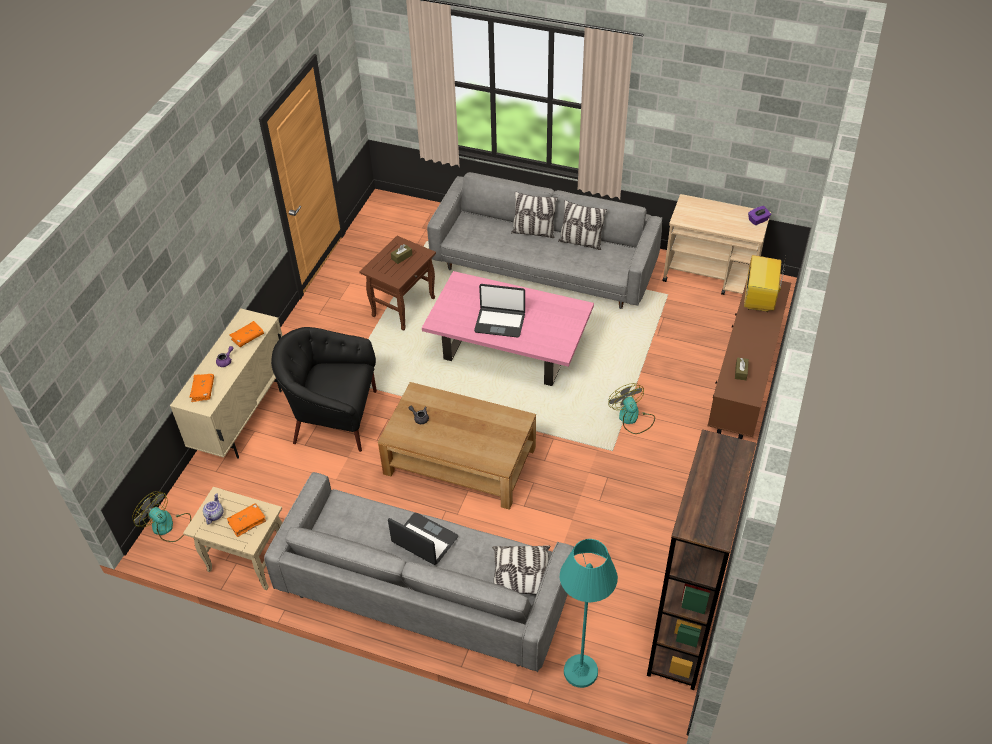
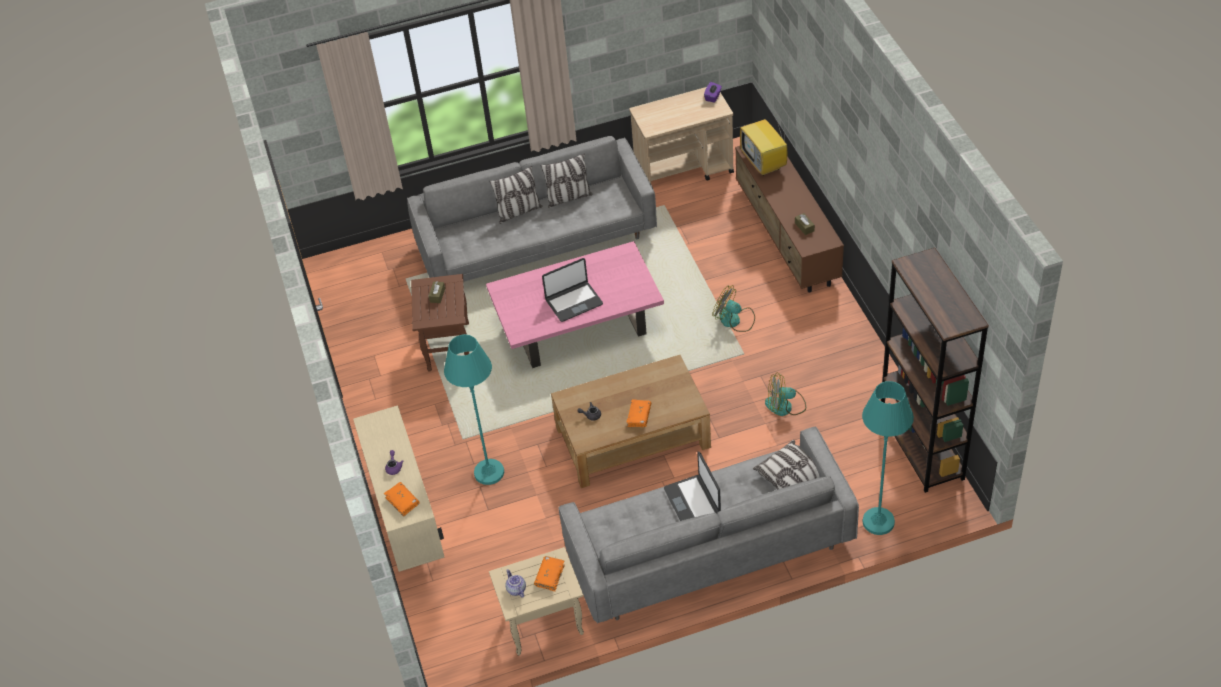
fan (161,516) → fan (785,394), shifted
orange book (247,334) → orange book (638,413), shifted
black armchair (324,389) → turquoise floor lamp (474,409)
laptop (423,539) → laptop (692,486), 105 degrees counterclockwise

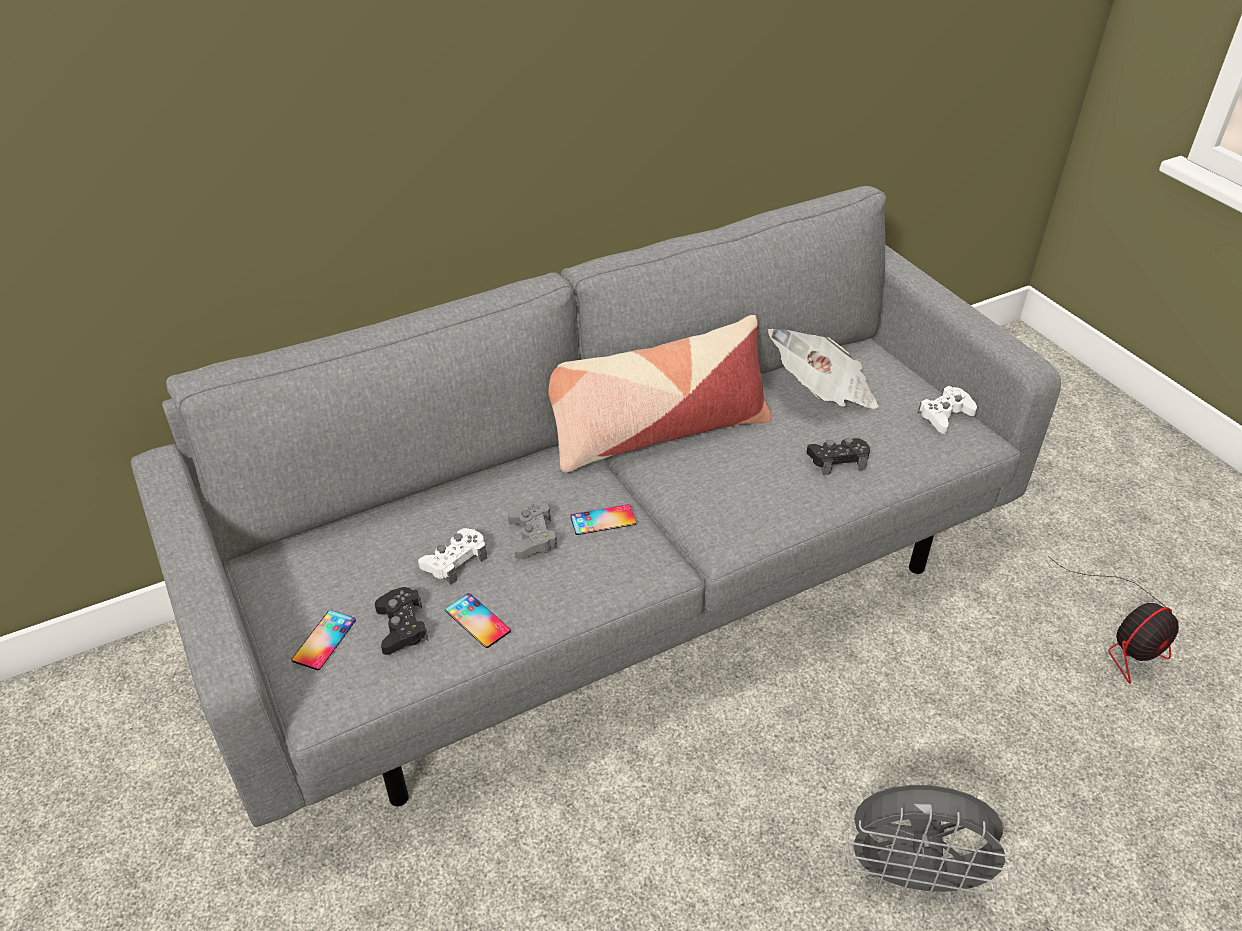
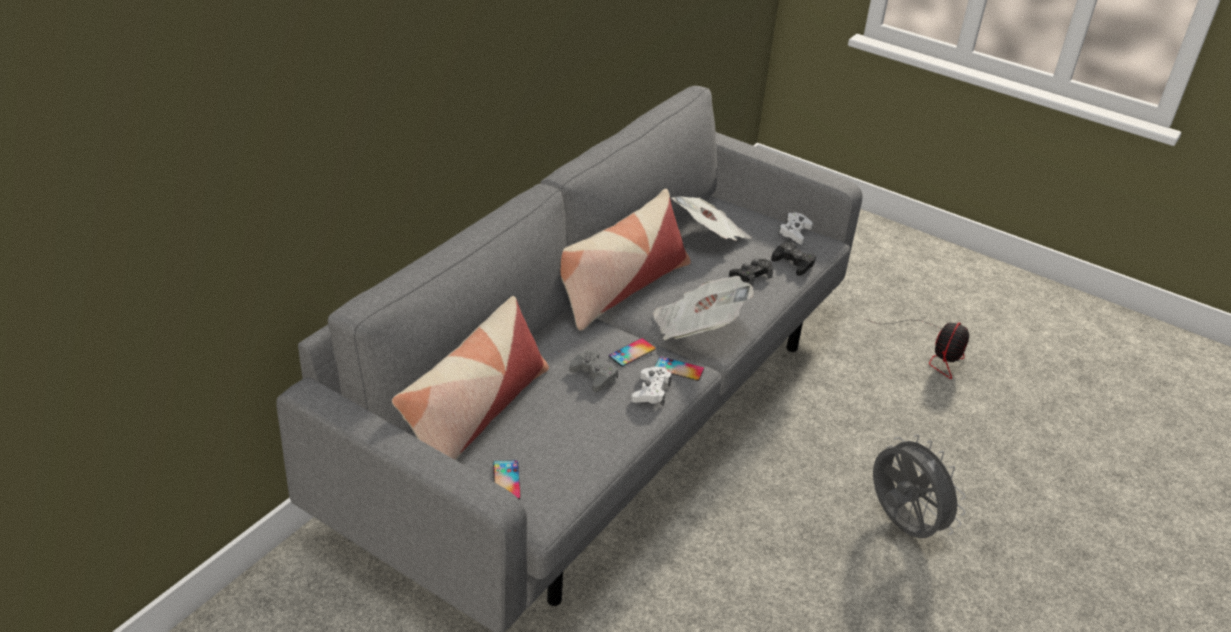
- → pillow (470,378)
- → newspaper (703,308)
black game controller (402,621) → black game controller (793,259), shifted
white game controller (452,556) → white game controller (651,386), shifted
phone (478,620) → phone (679,368), shifted
grey fan (930,844) → grey fan (919,486), 105 degrees counterclockwise

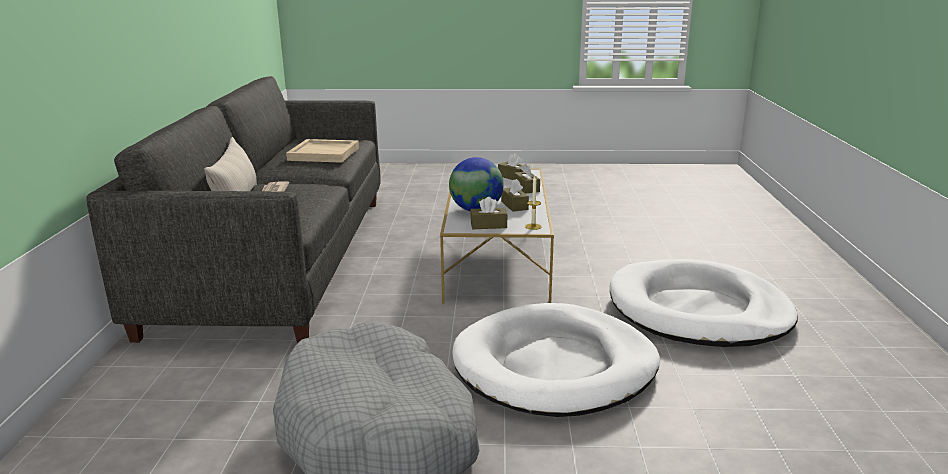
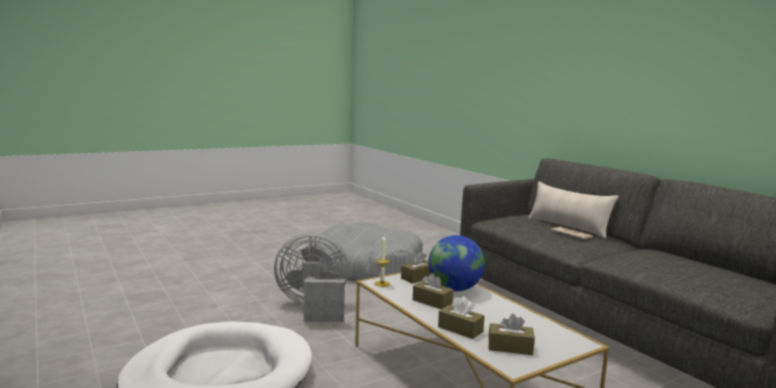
beige tray (322,151) → -
white dog bed (556,360) → grey fan (311,277)

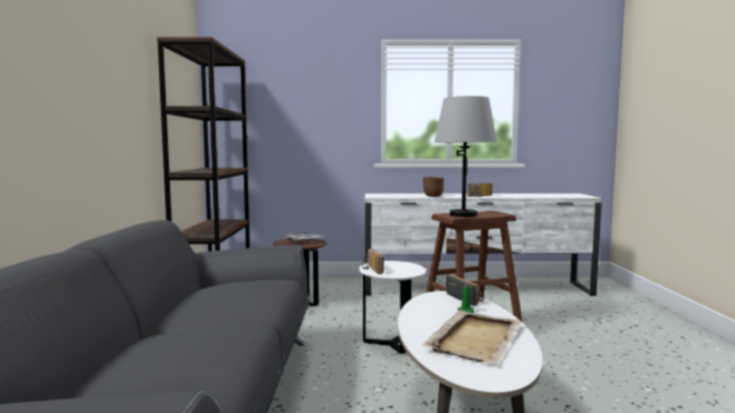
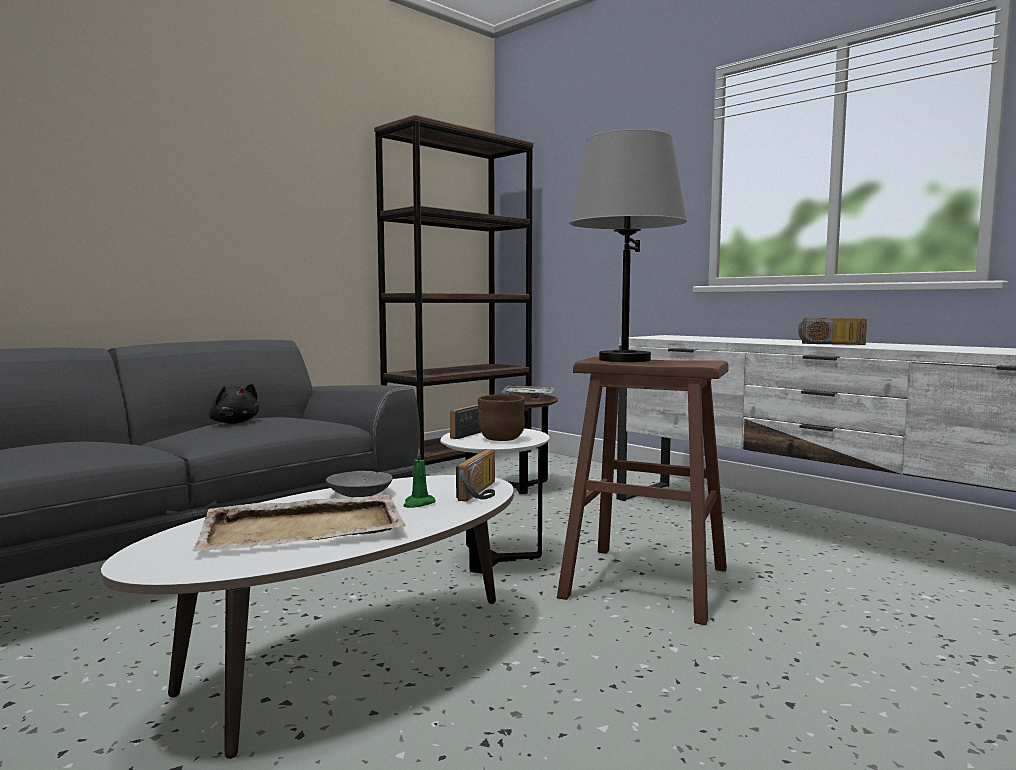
- → black plush toy (234,404)
- → grey bowl (359,484)
brown bowl (433,187) → brown bowl (501,417), shifted

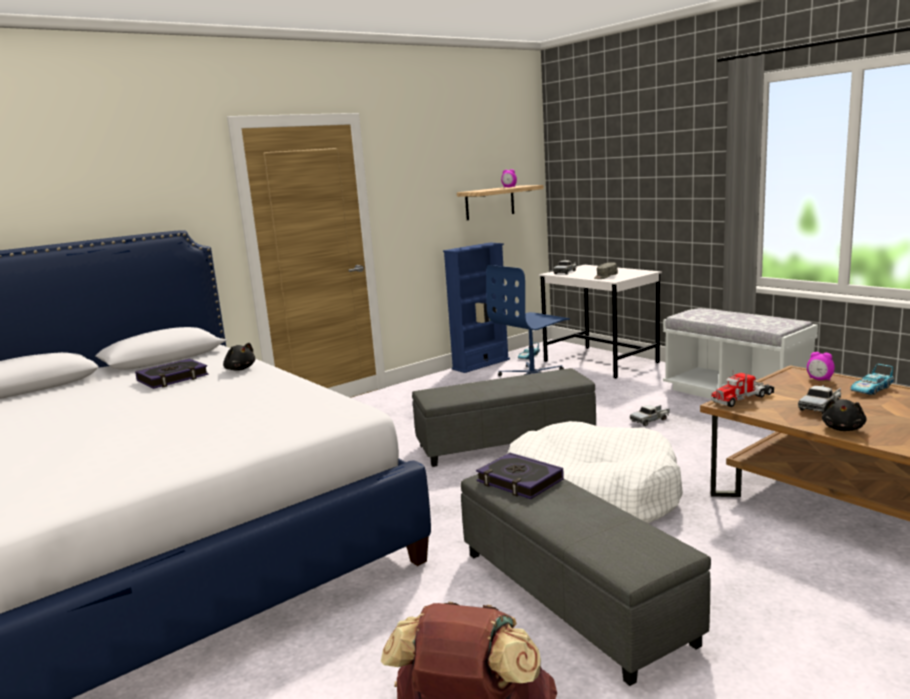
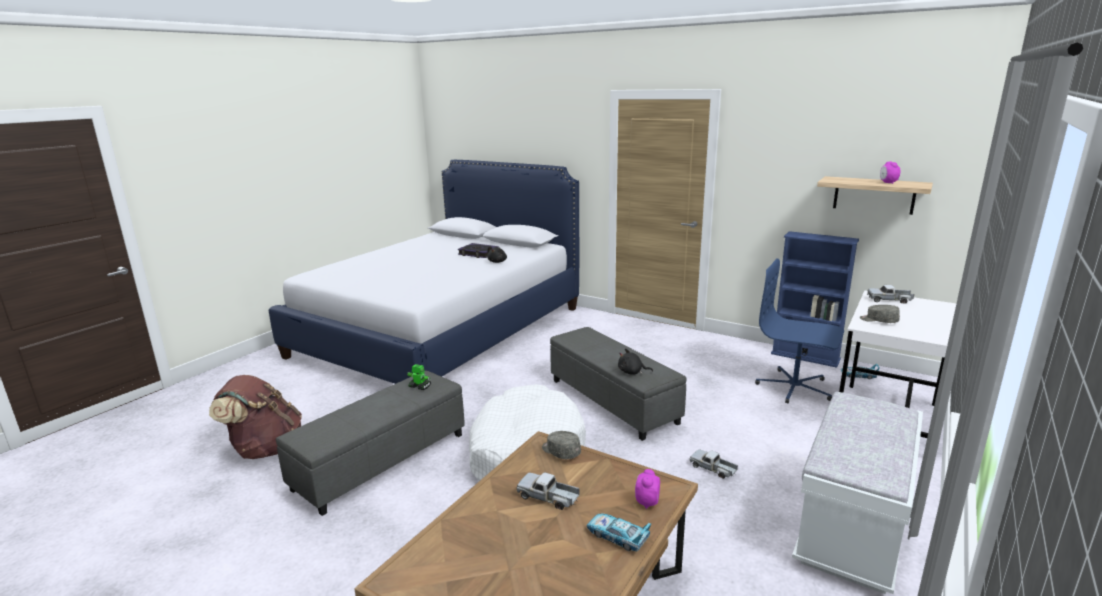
black plush toy (844,415) → black plush toy (635,361), shifted
book (520,476) → toy robot (419,377)
toy truck (742,388) → grey cap (561,445)

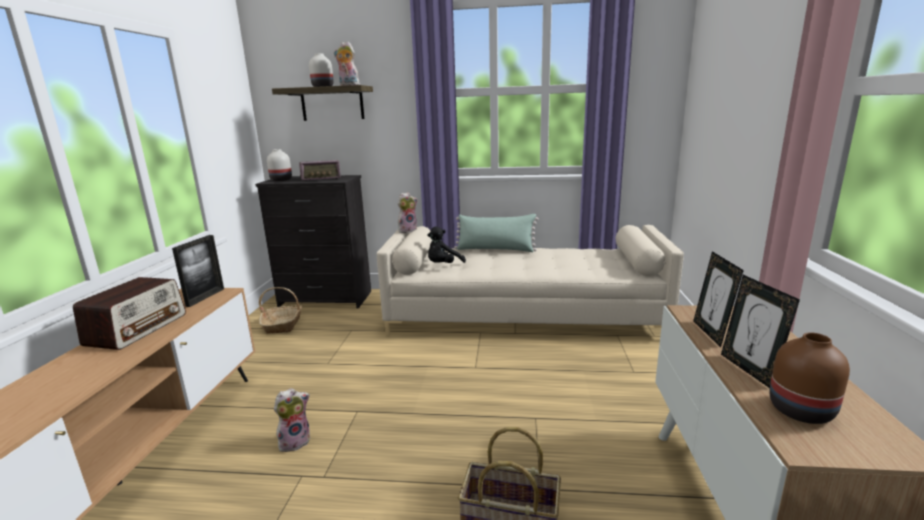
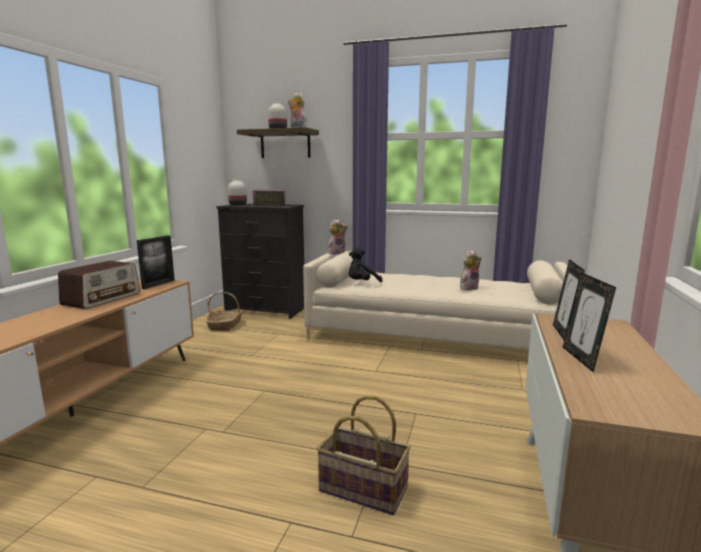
green pillow (496,233) → -
brown vase (809,378) → -
plush toy (292,420) → plush toy (470,270), shifted

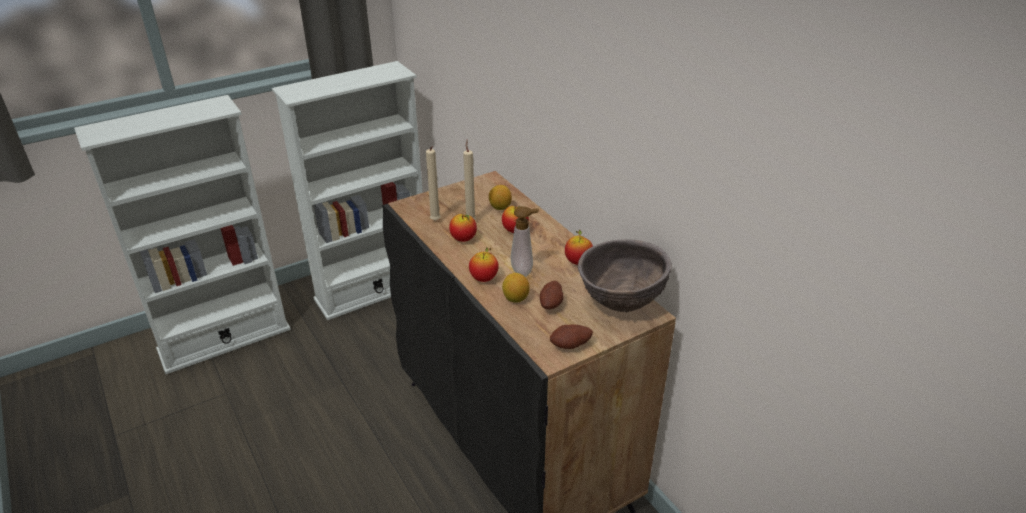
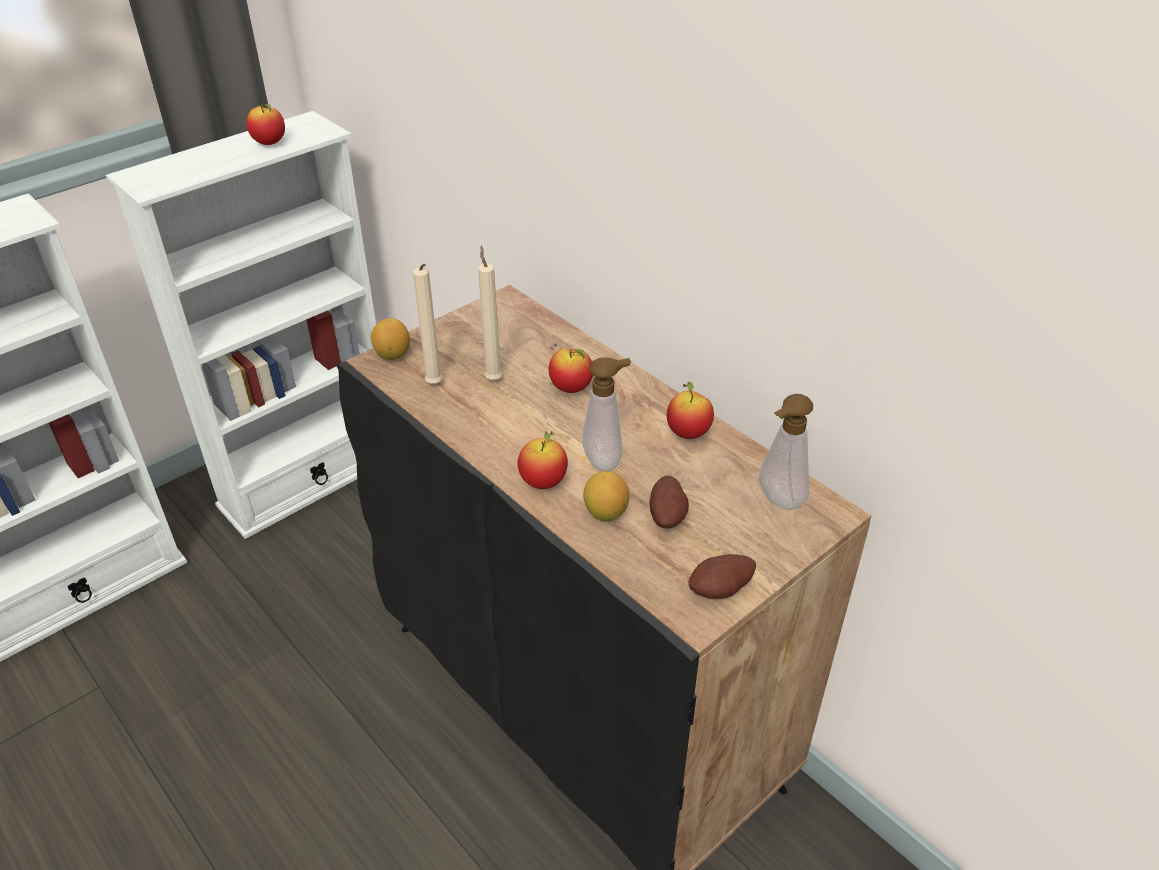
apple (463,228) → apple (265,124), shifted
lemon (500,197) → lemon (390,339), shifted
brown bowl (625,276) → soap dispenser (786,452)

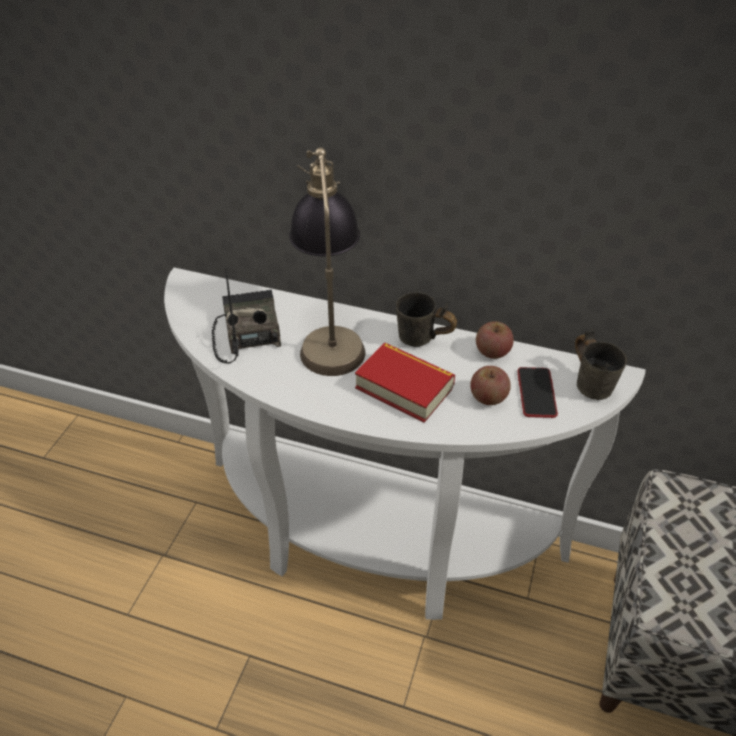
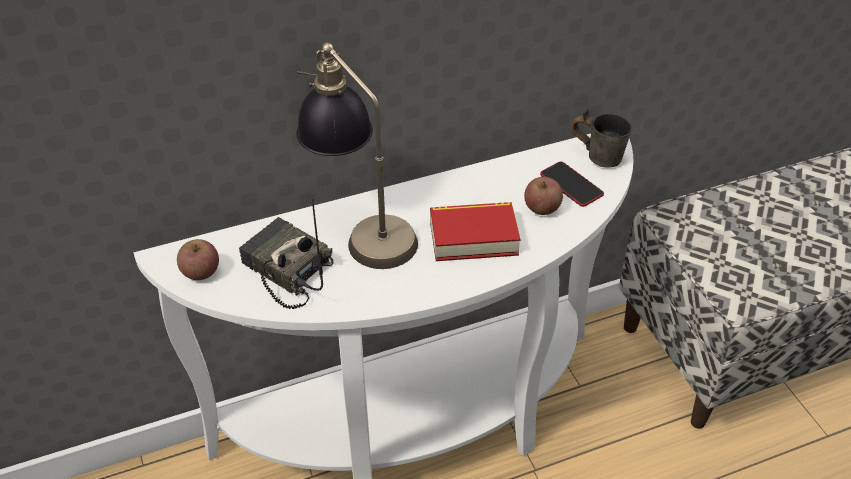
grey mug (426,319) → -
apple (495,340) → apple (198,259), shifted

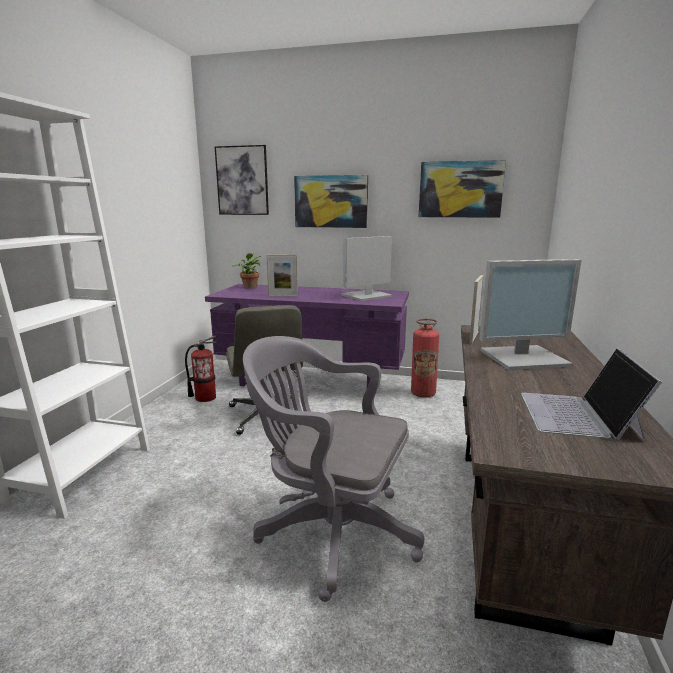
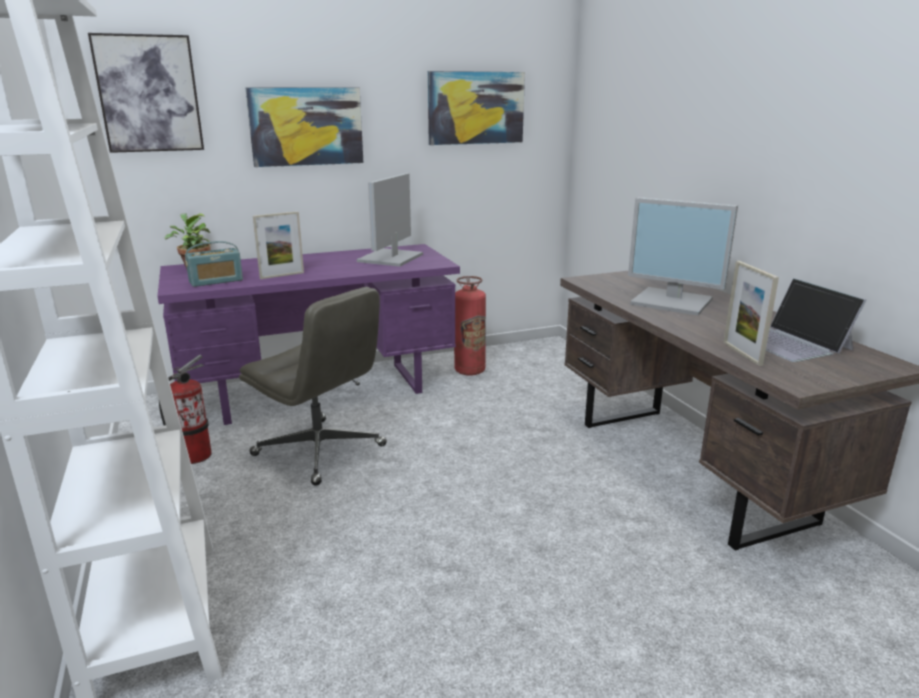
grey office chair (333,469) → -
- → radio (214,264)
picture frame (476,309) → picture frame (751,313), shifted
monitor (530,314) → monitor (683,256), 75 degrees clockwise

